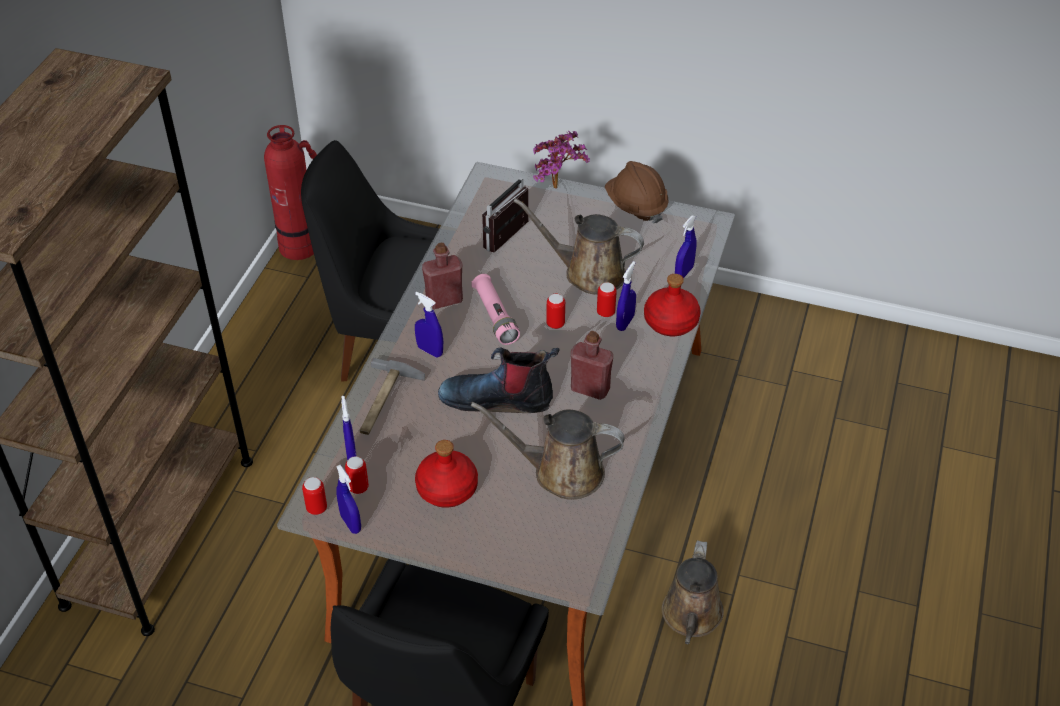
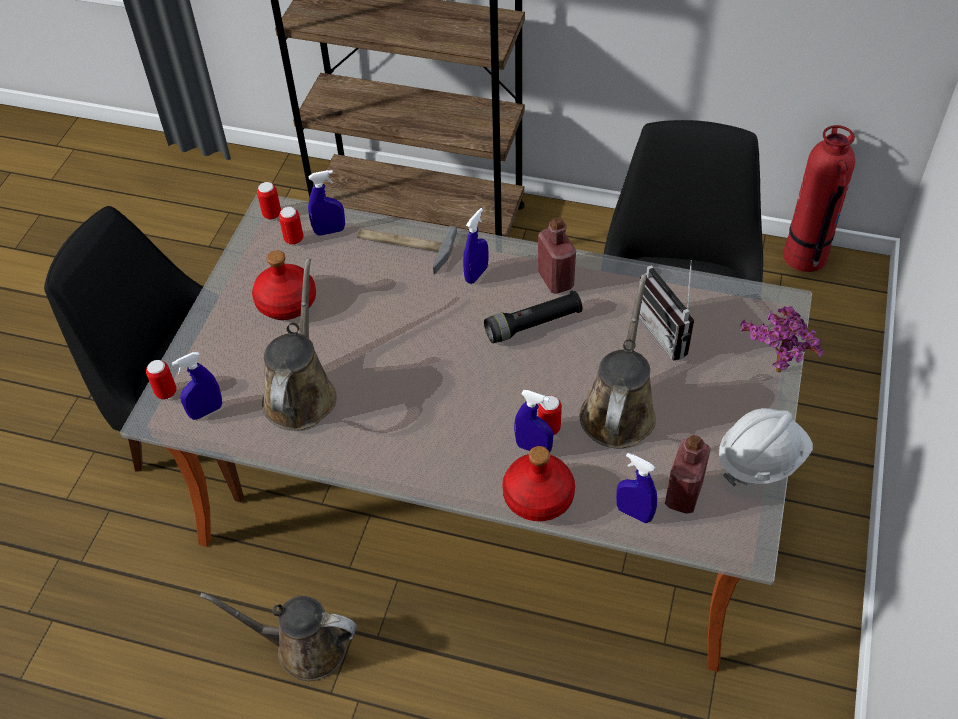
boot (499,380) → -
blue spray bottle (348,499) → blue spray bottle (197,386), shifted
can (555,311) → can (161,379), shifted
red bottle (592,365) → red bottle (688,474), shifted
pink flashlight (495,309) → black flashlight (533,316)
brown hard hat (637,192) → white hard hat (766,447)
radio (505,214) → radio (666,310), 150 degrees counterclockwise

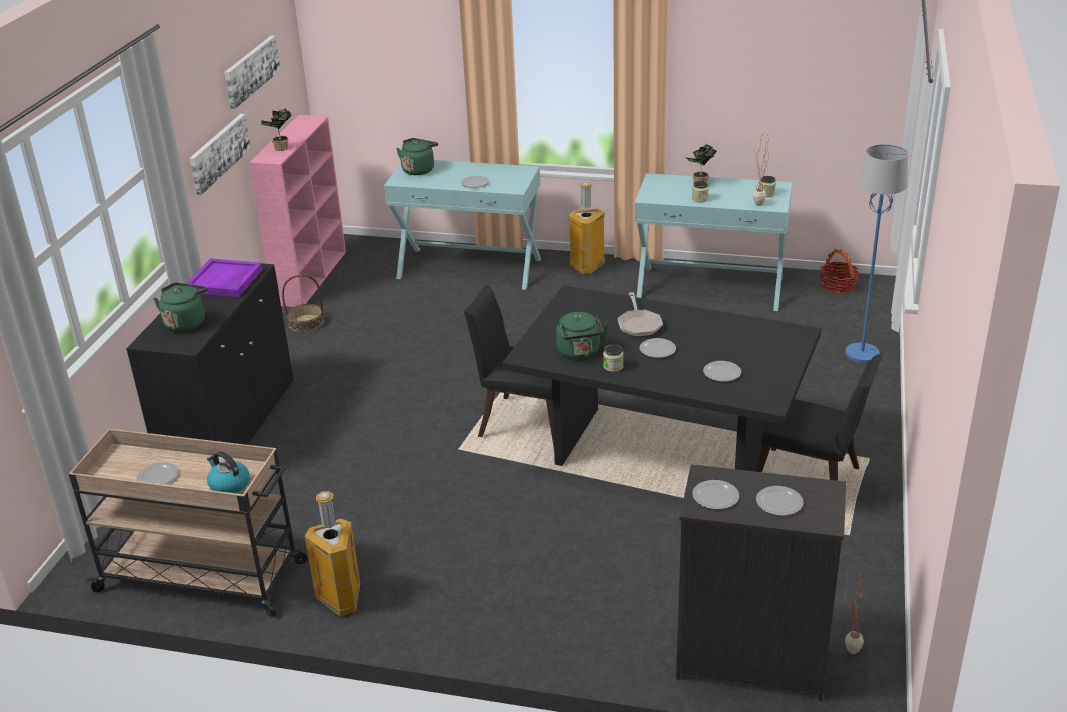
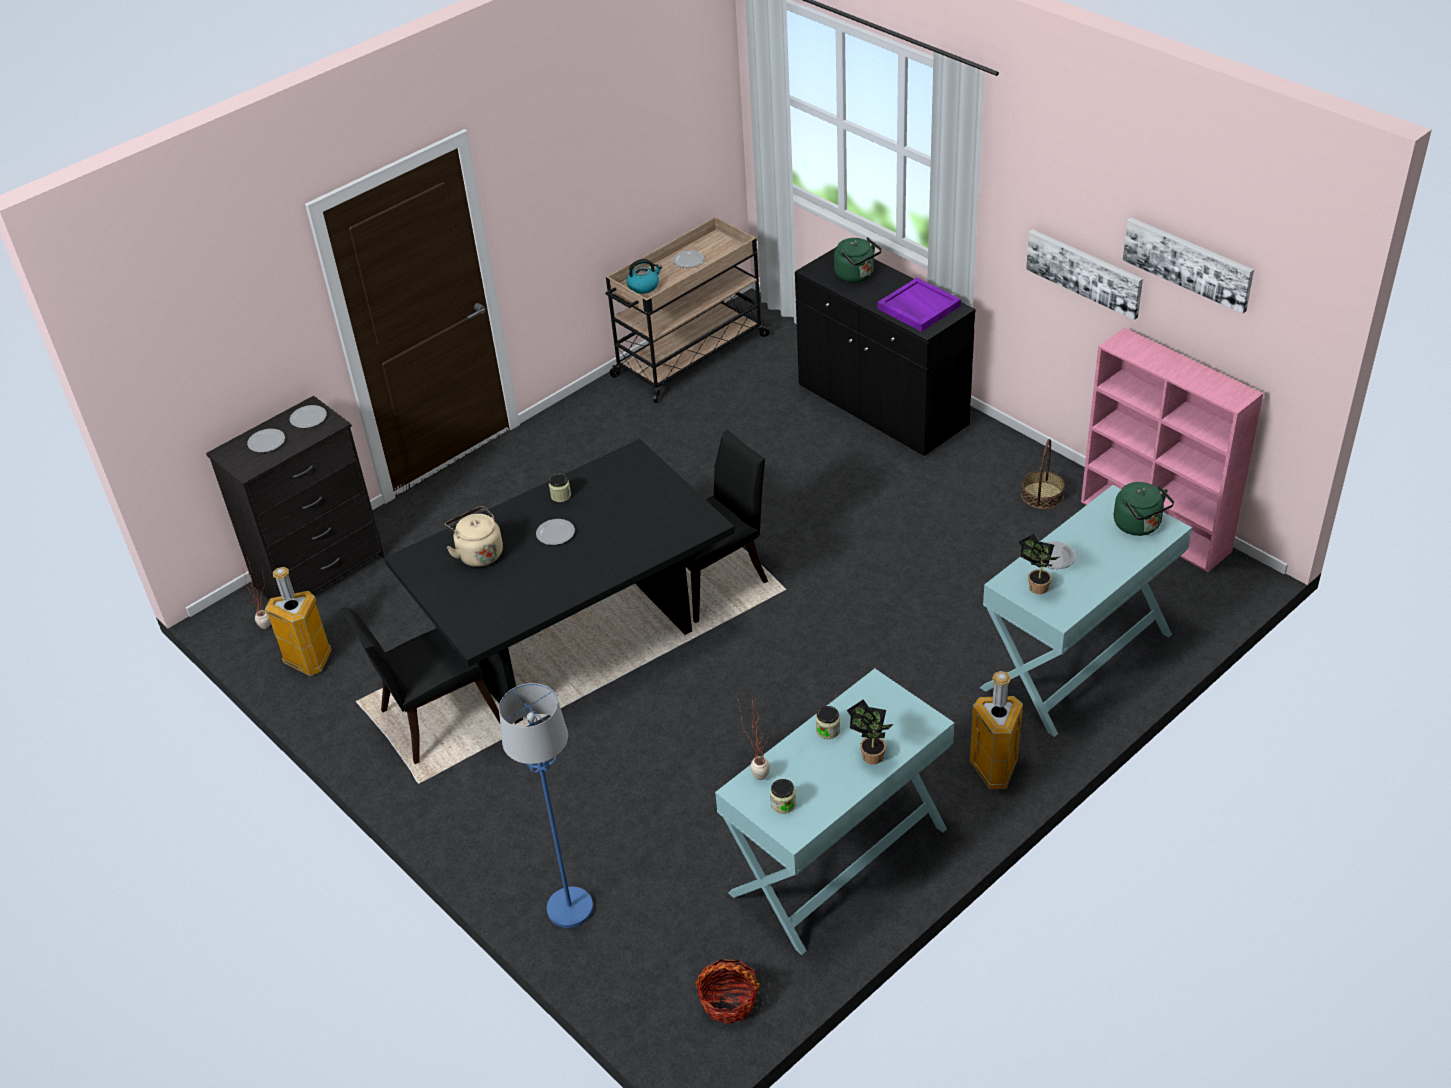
green kettle (582,336) → -
frying pan (640,314) → -
potted plant (276,130) → potted plant (1040,564), shifted
trash can (332,553) → trash can (298,621), shifted
plate (722,371) → beige kettle (474,536)

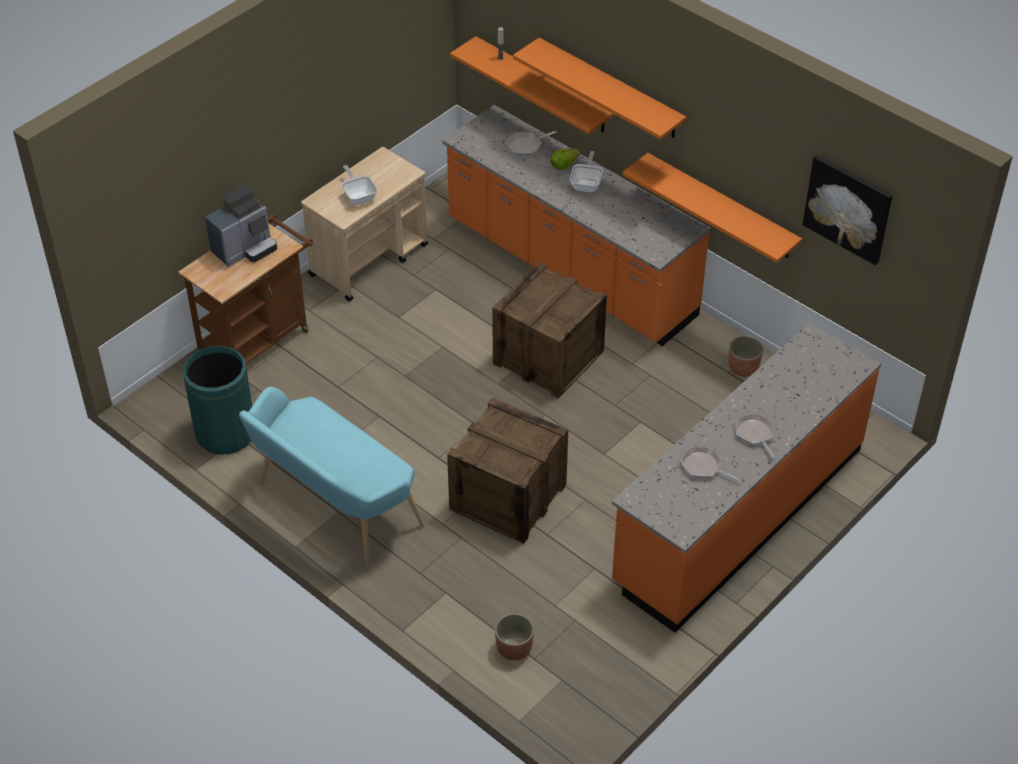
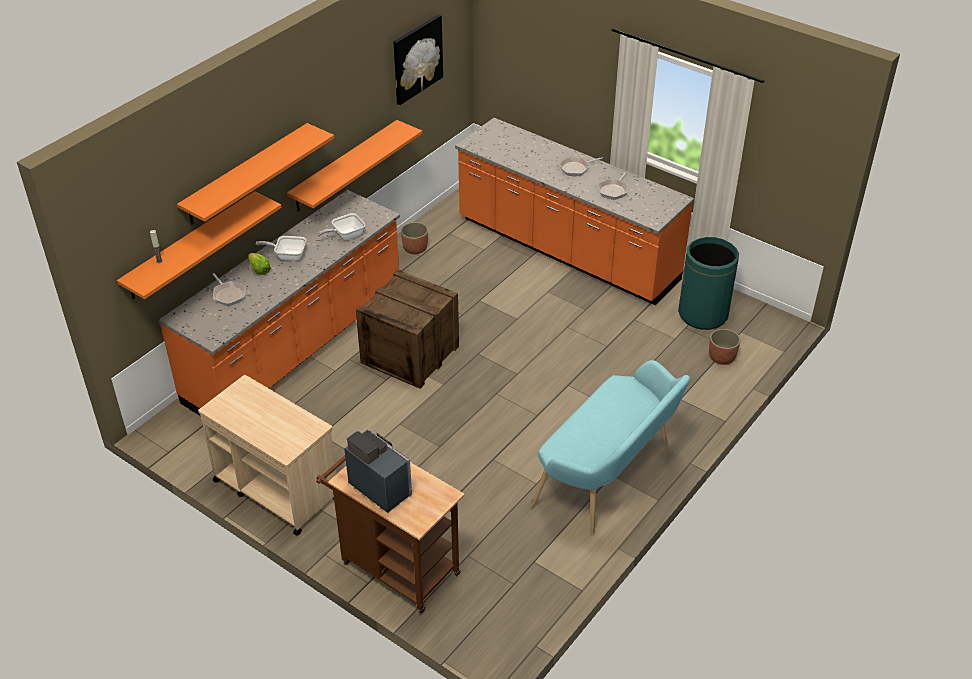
crate (507,470) → -
green trash can (217,400) → green trash can (708,283), shifted
frying pan (359,185) → frying pan (341,226), shifted

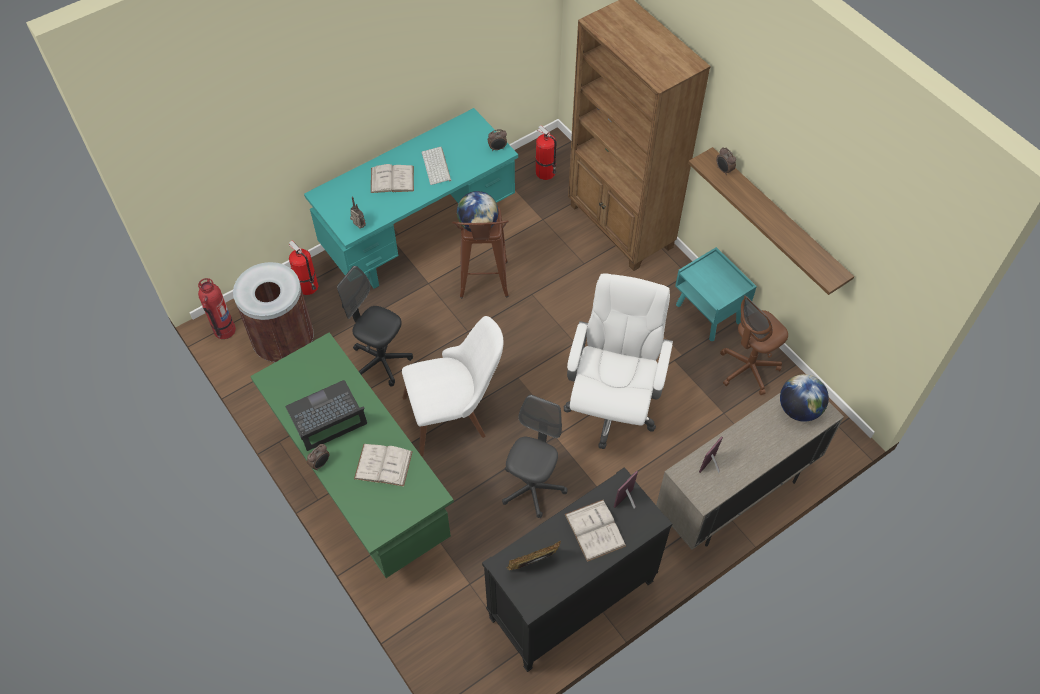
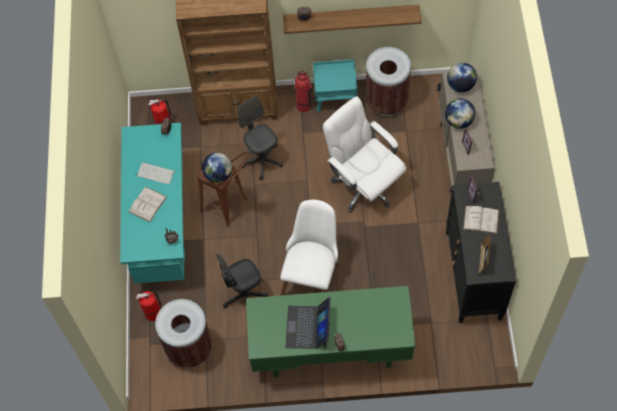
white book (383,465) → -
- → globe (460,113)
fire extinguisher (217,308) → fire extinguisher (303,91), shifted
grey office chair (535,456) → grey office chair (260,138), shifted
brown office chair (754,345) → brown trash can (388,81)

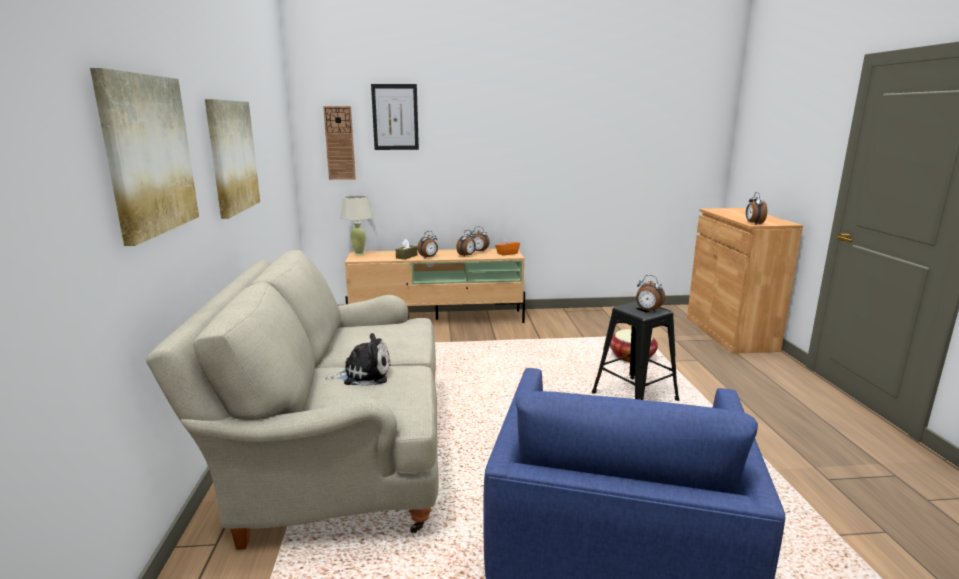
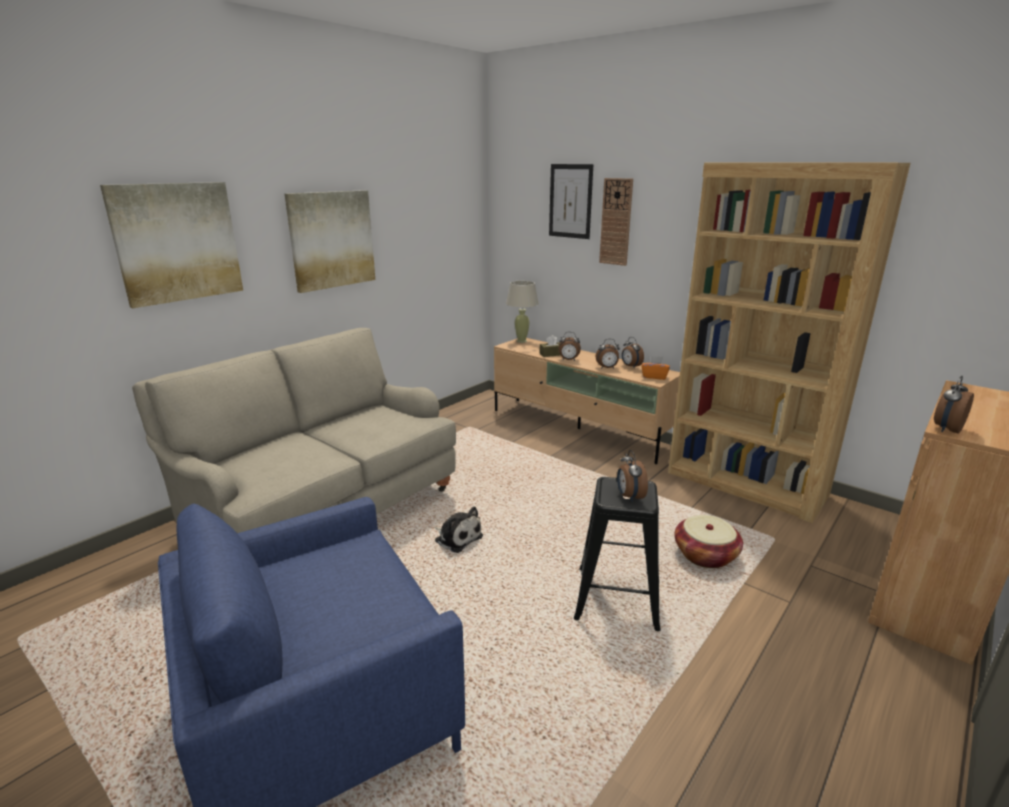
- → brown bookcase (789,343)
wall clock (339,143) → wall clock (616,222), shifted
plush toy (358,359) → plush toy (458,529), shifted

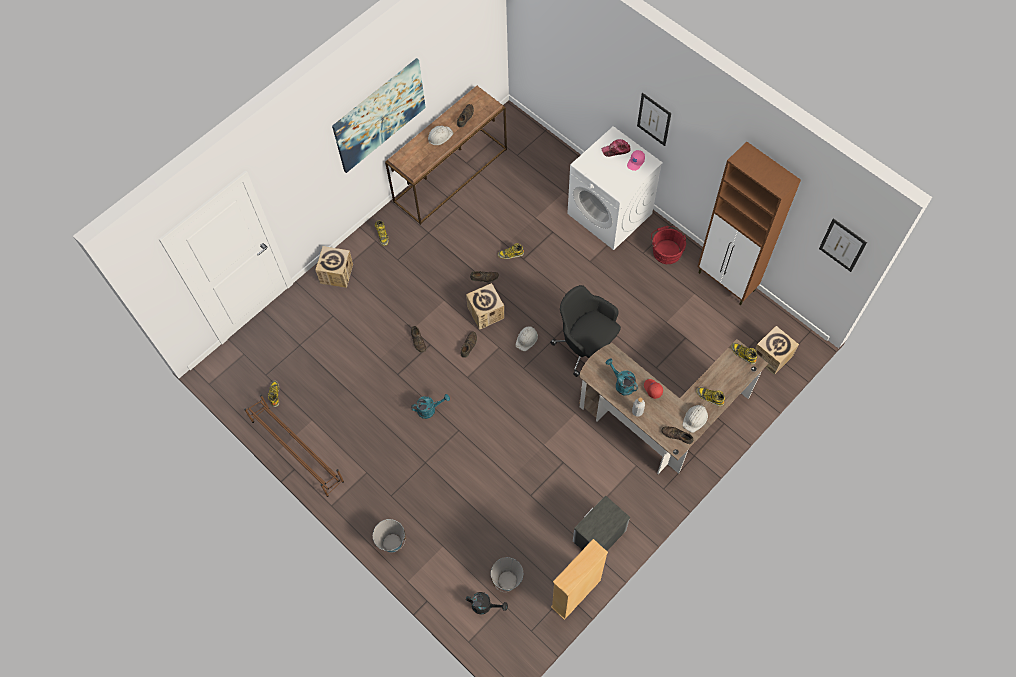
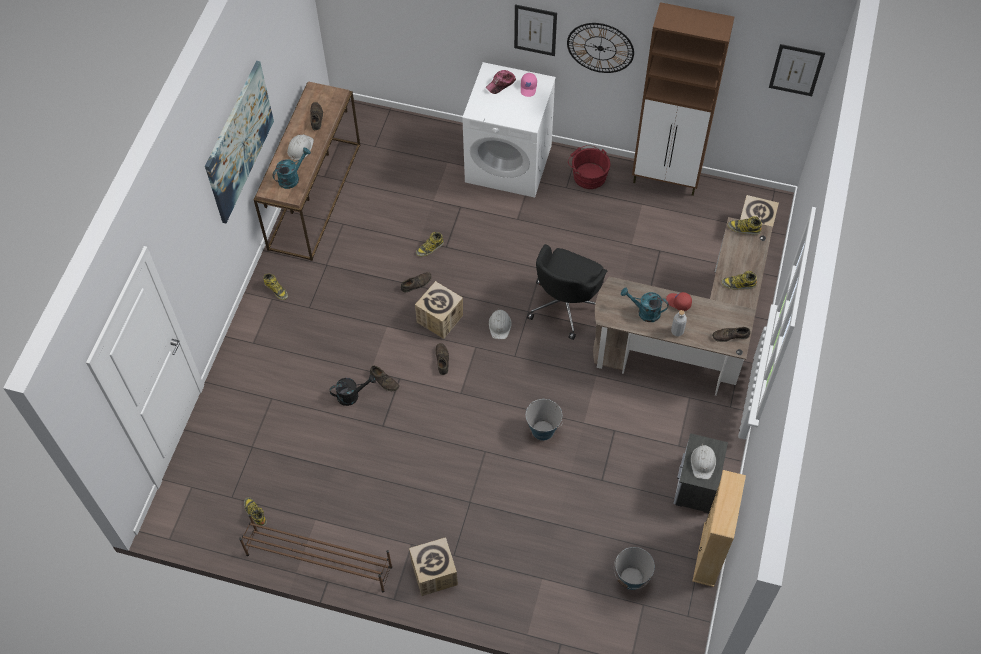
- → wall clock (600,48)
cardboard box (334,267) → cardboard box (433,566), shifted
bucket (389,536) → bucket (544,420), shifted
turquoise watering can (430,406) → turquoise watering can (292,168), shifted
black watering can (487,603) → black watering can (353,390), shifted
white hard hat (695,418) → white hard hat (703,461), shifted
black office chair (585,331) → black office chair (567,292), 75 degrees counterclockwise

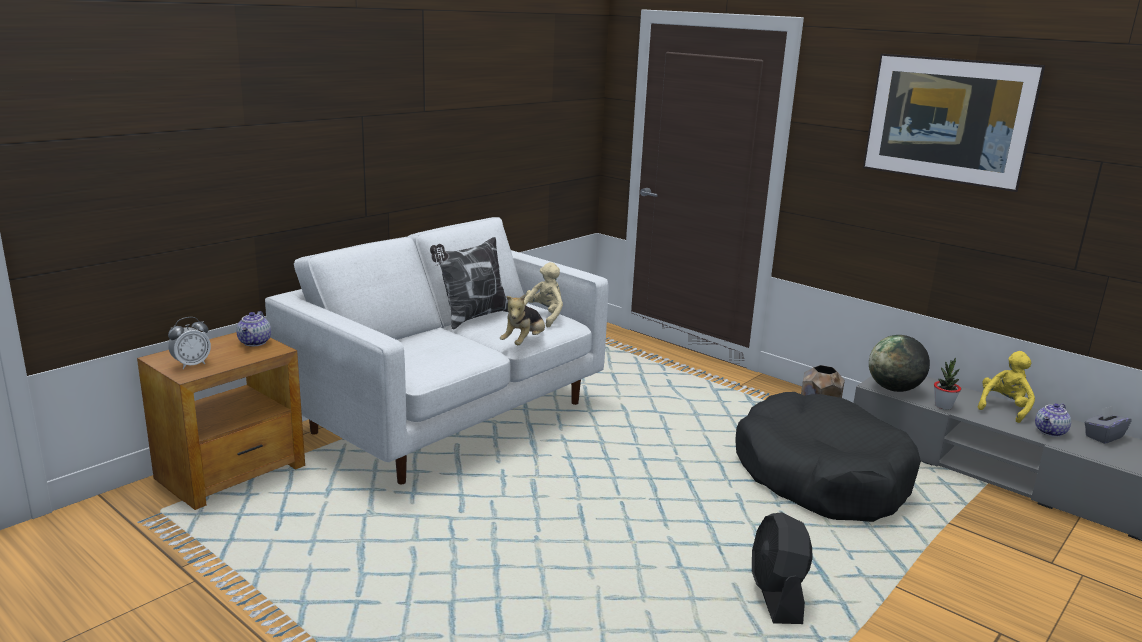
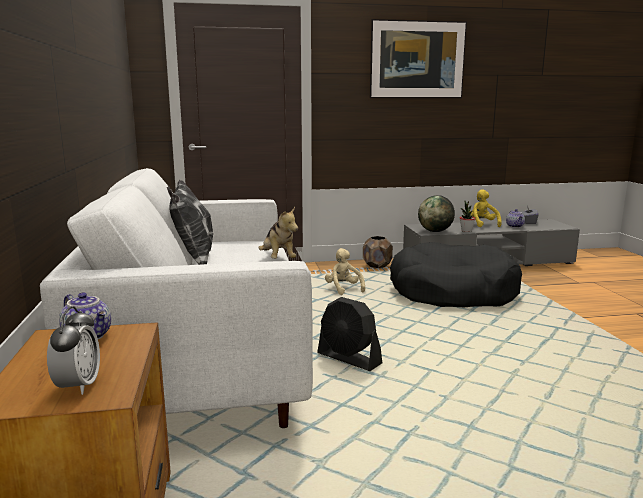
beige plush toy (543,294) → beige plush toy (345,271), shifted
black fan (782,568) → black fan (349,334), shifted

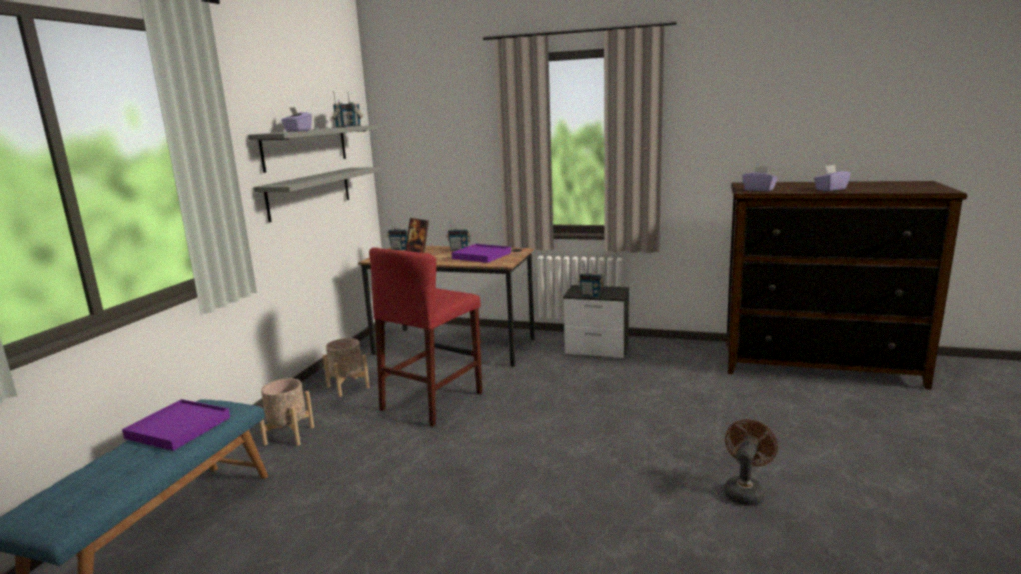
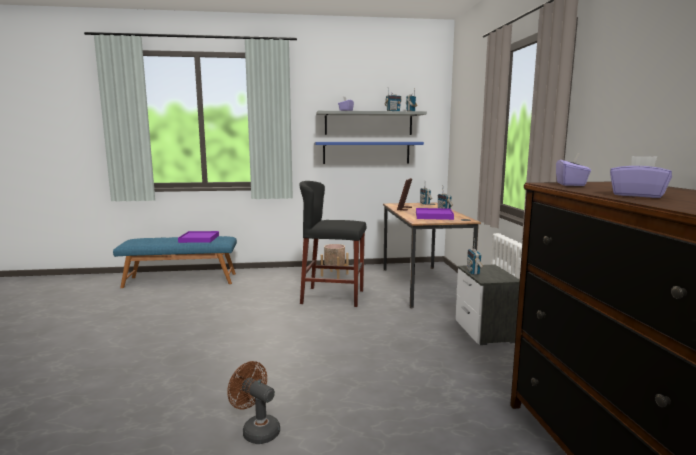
beige planter (286,412) → -
grey shelf (317,195) → blue shelf (369,153)
red stool (425,337) → black stool (332,244)
brown fan (751,462) → brown fan (253,402), 150 degrees counterclockwise

